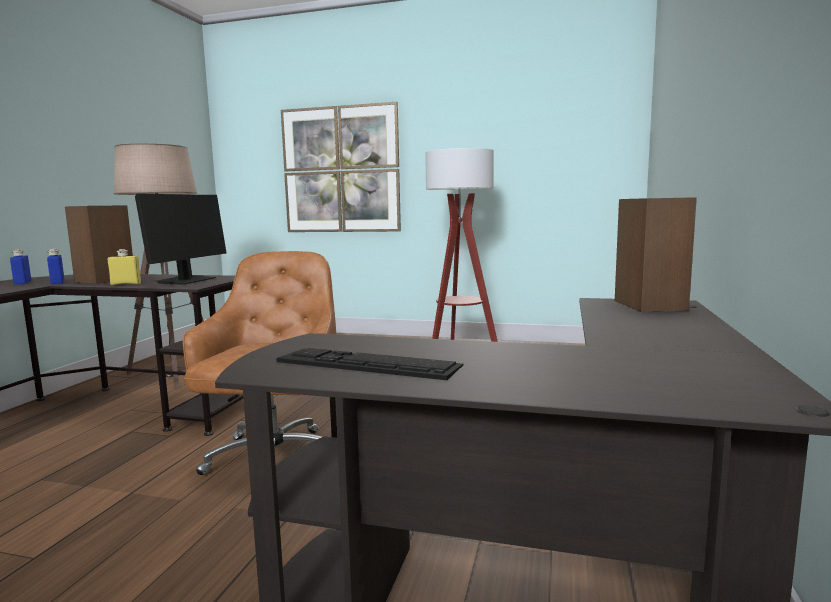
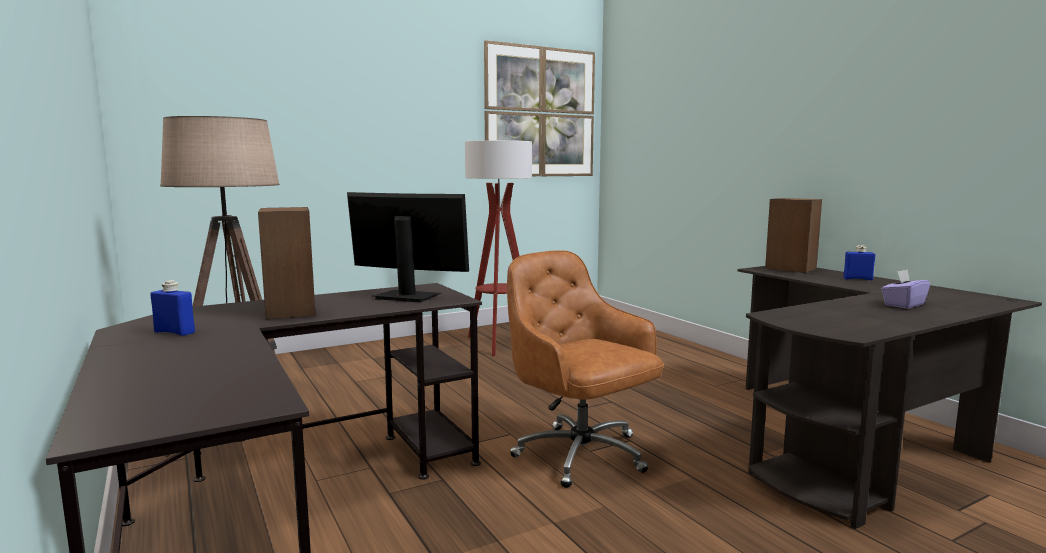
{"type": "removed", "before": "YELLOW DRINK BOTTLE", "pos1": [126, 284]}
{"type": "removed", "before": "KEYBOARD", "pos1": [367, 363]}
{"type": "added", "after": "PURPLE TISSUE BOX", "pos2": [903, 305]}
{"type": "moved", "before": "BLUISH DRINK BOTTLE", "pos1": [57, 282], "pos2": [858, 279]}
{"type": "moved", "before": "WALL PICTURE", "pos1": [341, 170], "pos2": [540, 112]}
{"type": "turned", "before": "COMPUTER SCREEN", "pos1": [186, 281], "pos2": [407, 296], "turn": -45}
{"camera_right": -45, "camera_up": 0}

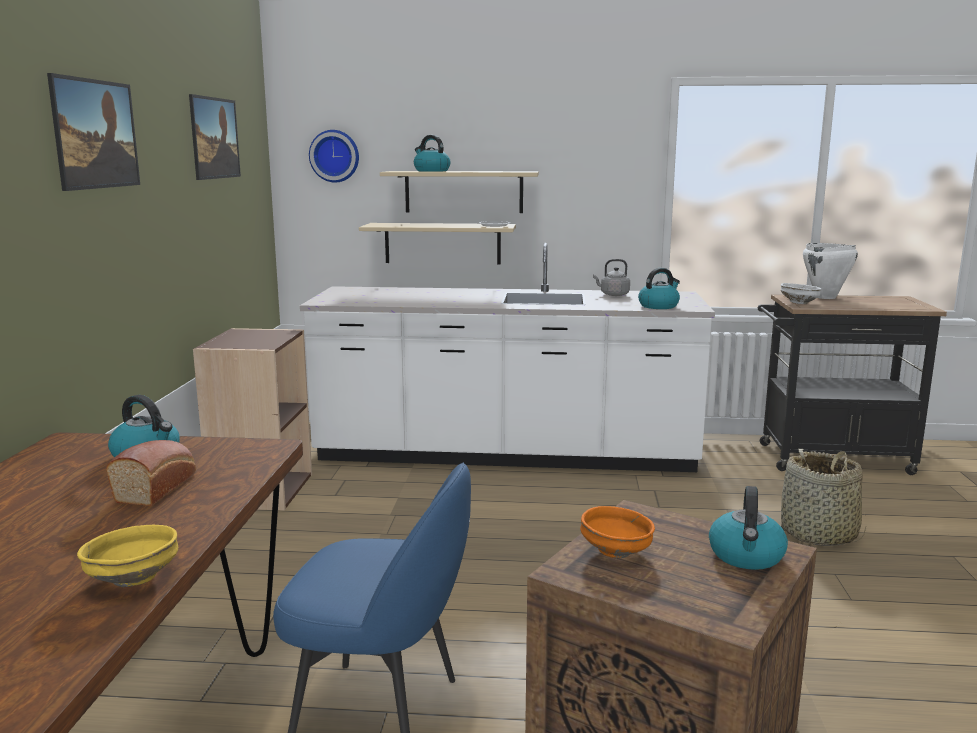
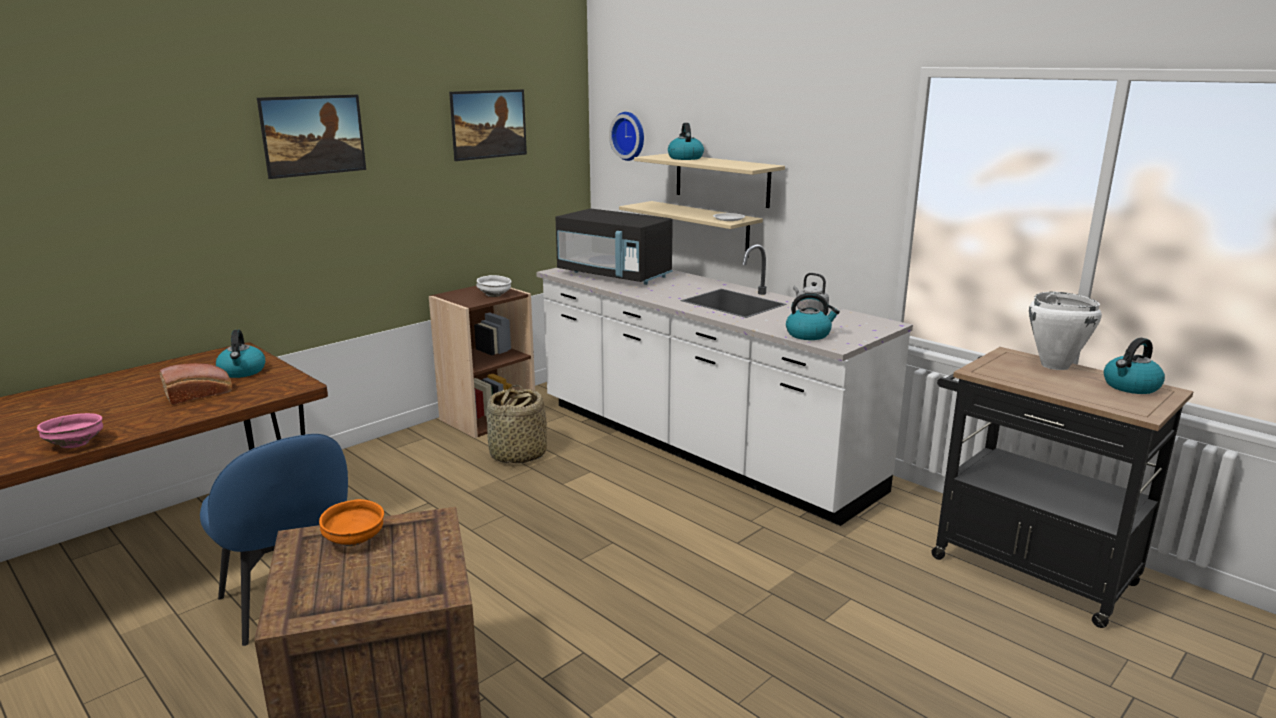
{"type": "added", "after": "BLACK-COLOURED MICROWAVE OVEN", "pos2": [614, 275]}
{"type": "moved", "before": "TEA KETTLE", "pos1": [746, 556], "pos2": [1130, 387]}
{"type": "moved", "before": "WHITE BOWL", "pos1": [800, 303], "pos2": [495, 295]}
{"type": "moved", "before": "STORAGE BASKET", "pos1": [818, 534], "pos2": [517, 454]}
{"type": "recoloured", "before": "YELLOW BOWL", "after": "PINK BOWL", "pos1": [133, 579], "pos2": [76, 444]}
{"camera_right": 40, "camera_up": 5}

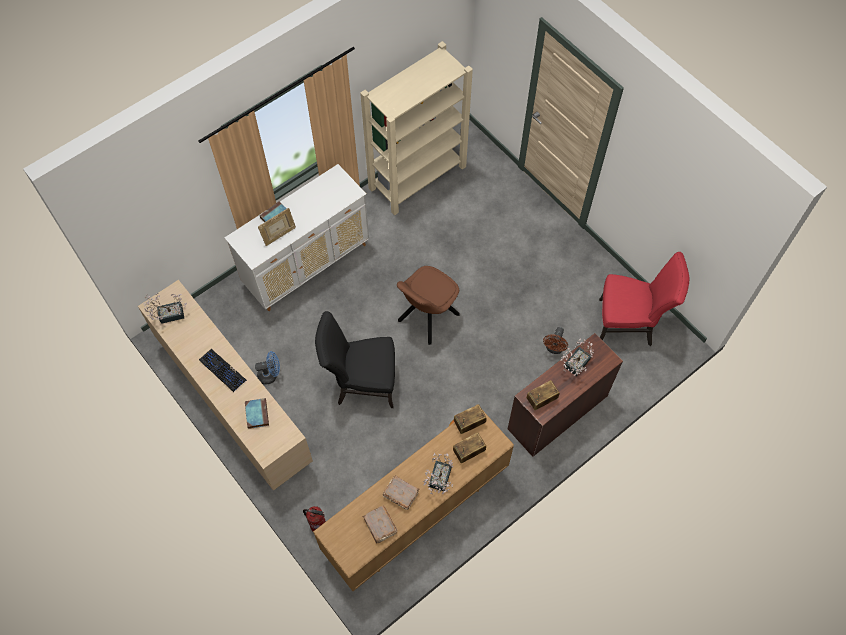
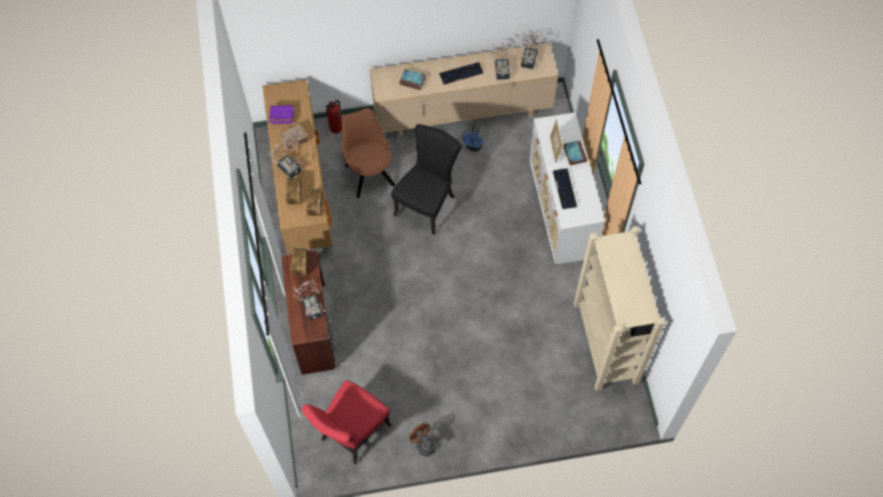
{"type": "added", "after": "POTTED PLANT", "pos2": [502, 69]}
{"type": "added", "after": "KEYBOARD", "pos2": [565, 189]}
{"type": "moved", "before": "BROWNISH PLAIN CHAIR", "pos1": [427, 317], "pos2": [369, 175]}
{"type": "moved", "before": "BROWNISH COOLING FAN", "pos1": [554, 348], "pos2": [423, 444]}
{"type": "recoloured", "before": "BROWNISH VOLUME", "after": "PURPLE VOLUME", "pos1": [380, 526], "pos2": [281, 117]}
{"camera_right": 120, "camera_up": 0}

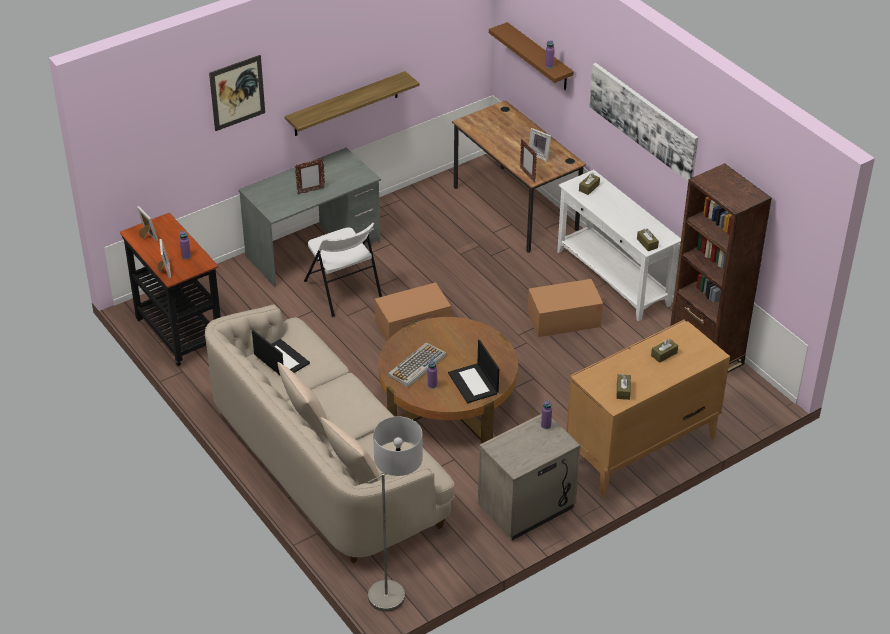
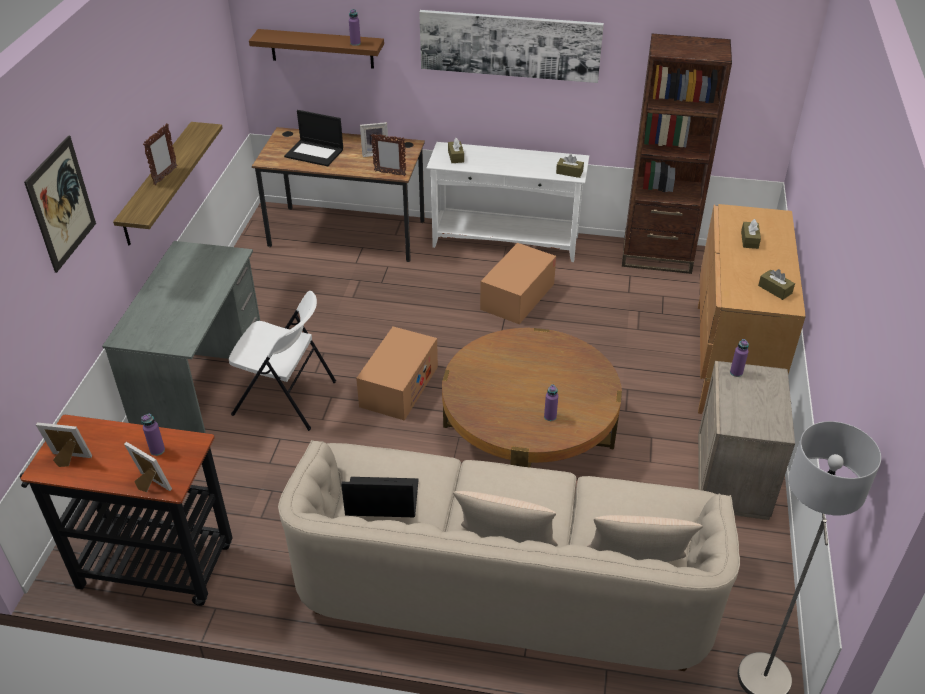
{"type": "removed", "before": "KEYBOARD", "pos1": [417, 366]}
{"type": "moved", "before": "PICTURE FRAME", "pos1": [310, 191], "pos2": [165, 176]}
{"type": "moved", "before": "LAPTOP", "pos1": [474, 383], "pos2": [315, 153]}
{"camera_right": -45, "camera_up": 0}

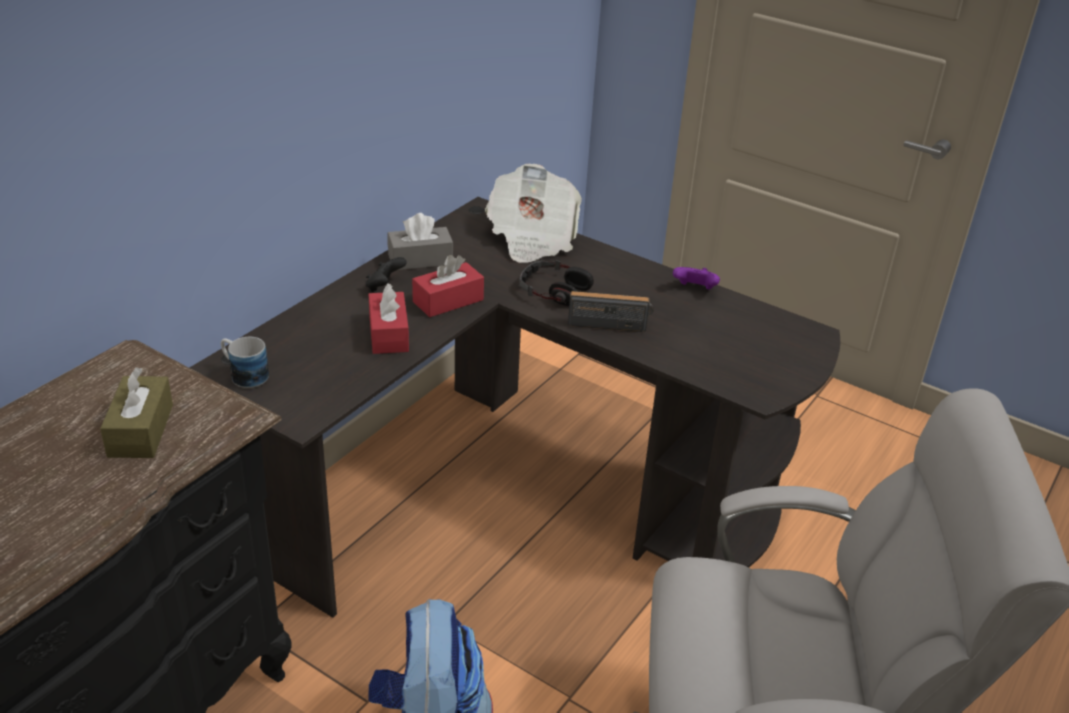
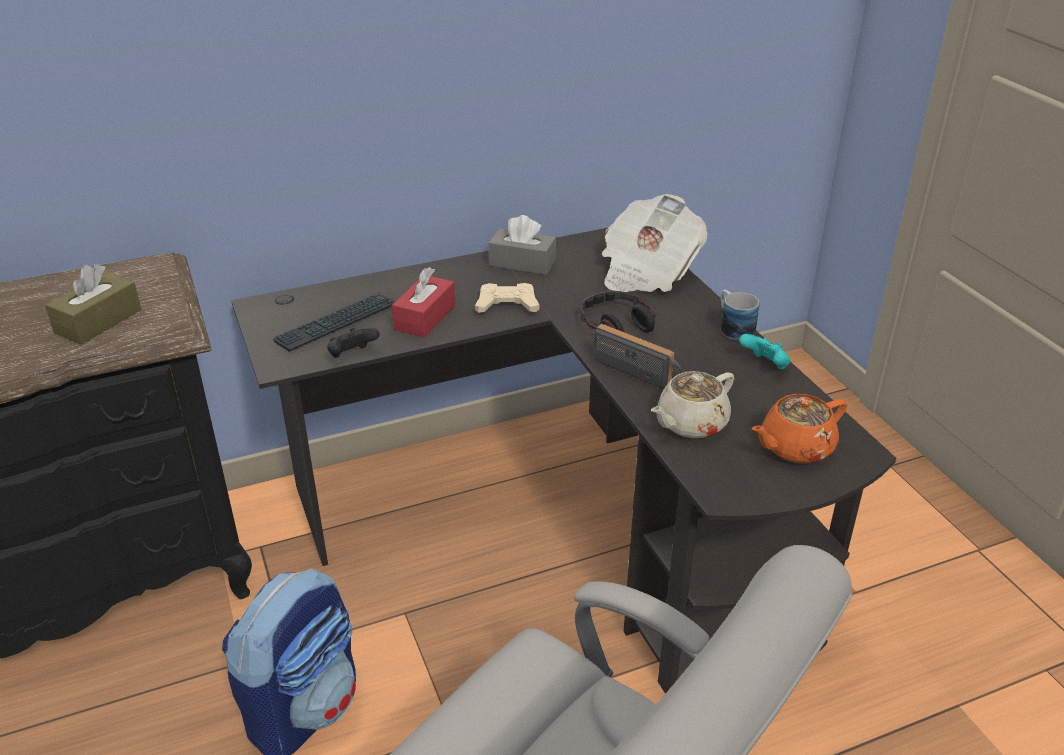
{"type": "added", "after": "KEYBOARD", "pos2": [336, 323]}
{"type": "added", "after": "SAND-COLOURED TEAPOT", "pos2": [690, 423]}
{"type": "added", "after": "ORANGEY TEAPOT", "pos2": [795, 447]}
{"type": "moved", "before": "TEA MUG", "pos1": [244, 374], "pos2": [733, 327]}
{"type": "moved", "before": "BLACK-COLOURED GAMEPAD", "pos1": [384, 287], "pos2": [352, 356]}
{"type": "replaced", "before": "RED TISSUE BOX", "after": "SAND-COLOURED GAMEPAD", "pos1": [448, 301], "pos2": [507, 305]}
{"type": "recoloured", "before": "PURPLE GAMEPAD", "after": "TURQUOISE-COLOURED GAMEPAD", "pos1": [694, 290], "pos2": [765, 365]}
{"camera_right": 35, "camera_up": 0}

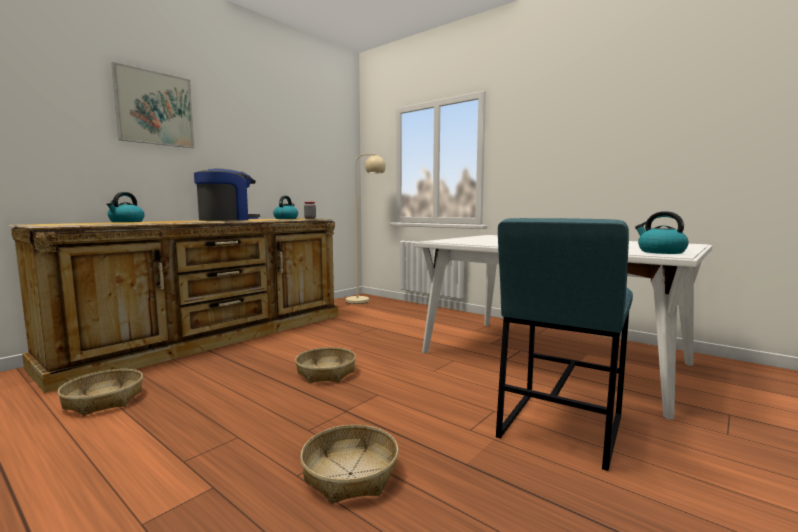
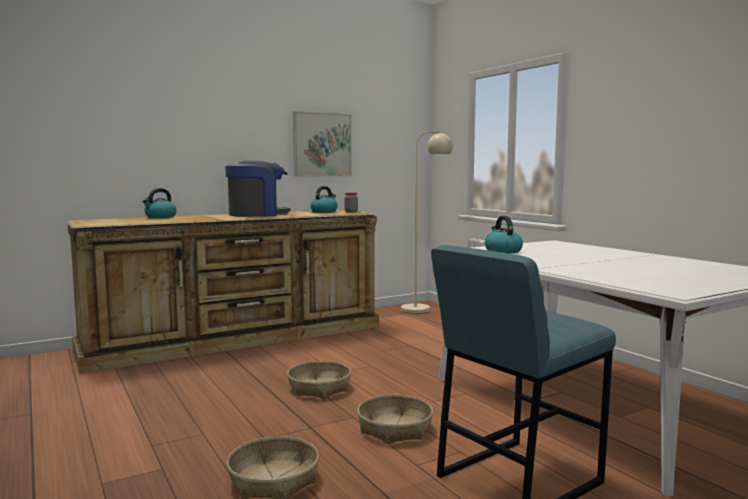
{"type": "moved", "before": "STORAGE BASKET", "pos1": [104, 400], "pos2": [395, 428]}
{"type": "moved", "before": "WALL PICTURE", "pos1": [155, 108], "pos2": [322, 144]}
{"type": "moved", "before": "TEA KETTLE", "pos1": [660, 252], "pos2": [502, 251]}
{"camera_right": 20, "camera_up": 0}

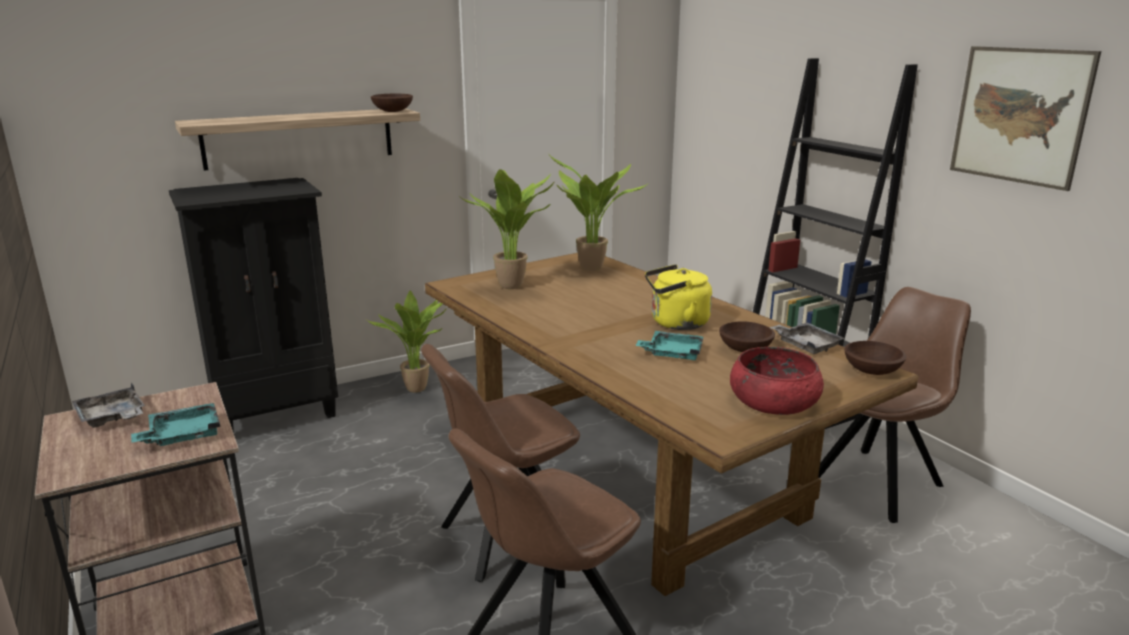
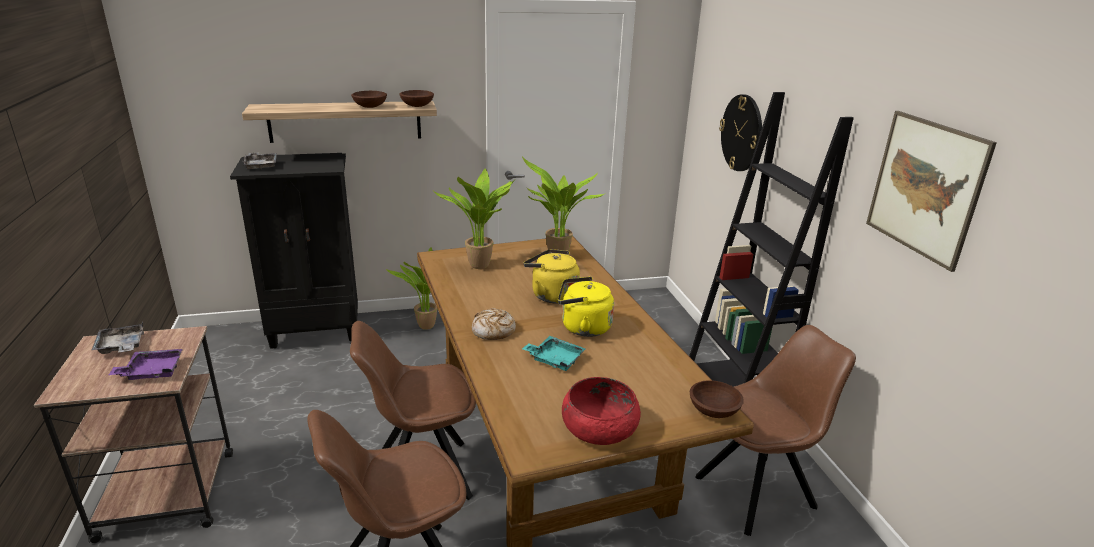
{"type": "added", "after": "BAKED BREAD", "pos2": [493, 330]}
{"type": "added", "after": "YELLOW TEA KETTLE", "pos2": [551, 295]}
{"type": "added", "after": "CLOCK ON THE WALL", "pos2": [742, 133]}
{"type": "moved", "before": "BROWNISH BOWL", "pos1": [746, 349], "pos2": [370, 106]}
{"type": "moved", "before": "GRAY SERVING TRAY", "pos1": [806, 345], "pos2": [261, 166]}
{"type": "recoloured", "before": "TURQUOISE-COLOURED SERVING TRAY", "after": "PURPLE SERVING TRAY", "pos1": [182, 435], "pos2": [152, 372]}
{"camera_right": 15, "camera_up": 5}

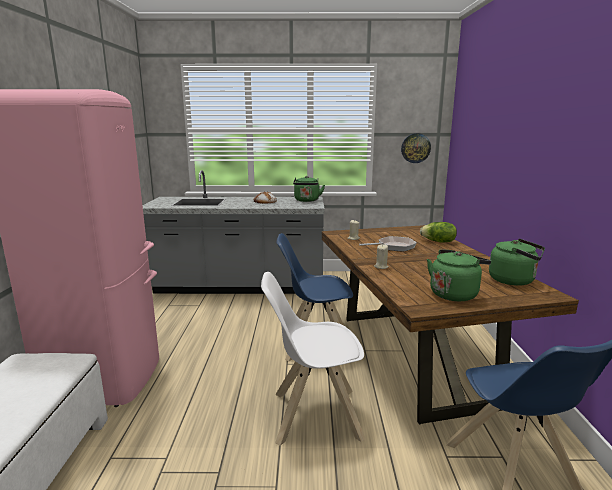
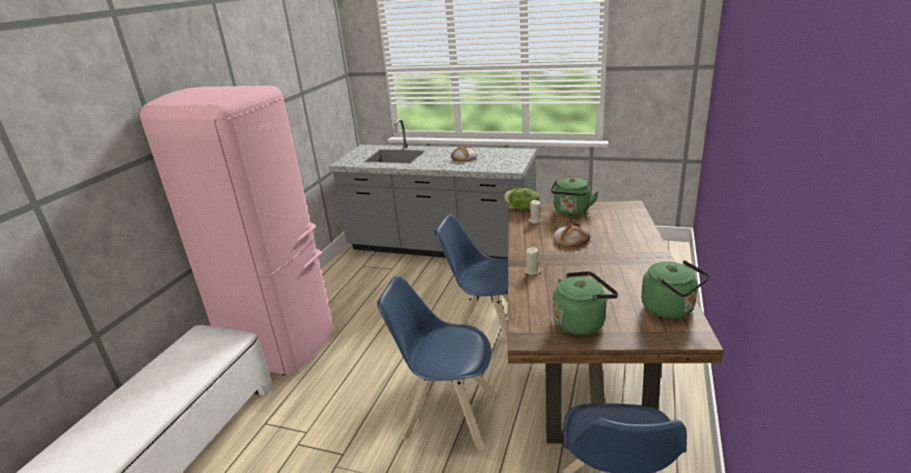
{"type": "removed", "before": "CLOCK ON THE WALL", "pos1": [415, 148]}
{"type": "moved", "before": "GREEN-COLOURED TEA KETTLE", "pos1": [307, 200], "pos2": [571, 211]}
{"type": "moved", "before": "HEAD OF LETTUCE", "pos1": [438, 242], "pos2": [522, 209]}
{"type": "replaced", "before": "SKILLET", "after": "BAKED BREAD", "pos1": [393, 247], "pos2": [571, 238]}
{"type": "recoloured", "before": "WHITE PLAIN CHAIR", "after": "BLUISH PLAIN CHAIR", "pos1": [313, 415], "pos2": [447, 414]}
{"camera_right": 20, "camera_up": 10}

